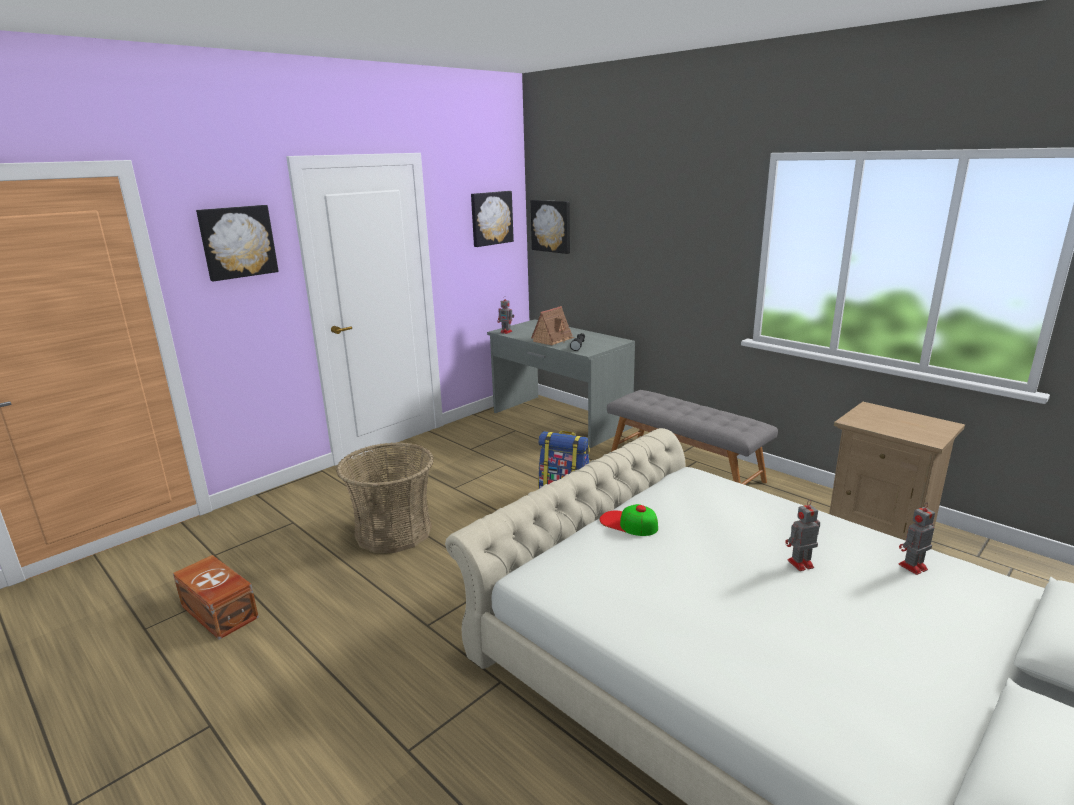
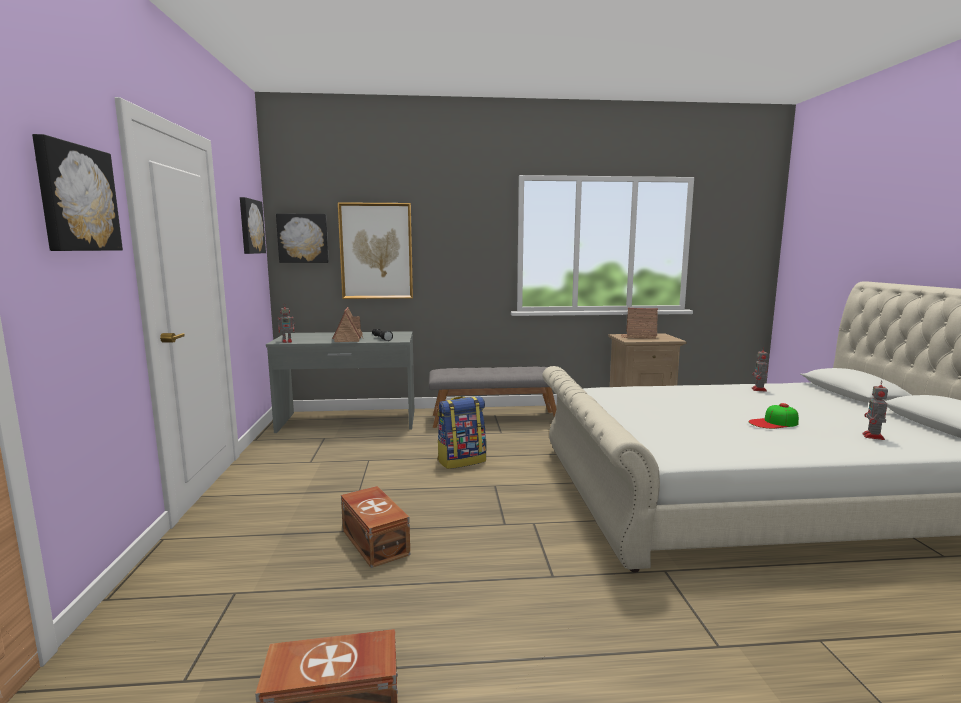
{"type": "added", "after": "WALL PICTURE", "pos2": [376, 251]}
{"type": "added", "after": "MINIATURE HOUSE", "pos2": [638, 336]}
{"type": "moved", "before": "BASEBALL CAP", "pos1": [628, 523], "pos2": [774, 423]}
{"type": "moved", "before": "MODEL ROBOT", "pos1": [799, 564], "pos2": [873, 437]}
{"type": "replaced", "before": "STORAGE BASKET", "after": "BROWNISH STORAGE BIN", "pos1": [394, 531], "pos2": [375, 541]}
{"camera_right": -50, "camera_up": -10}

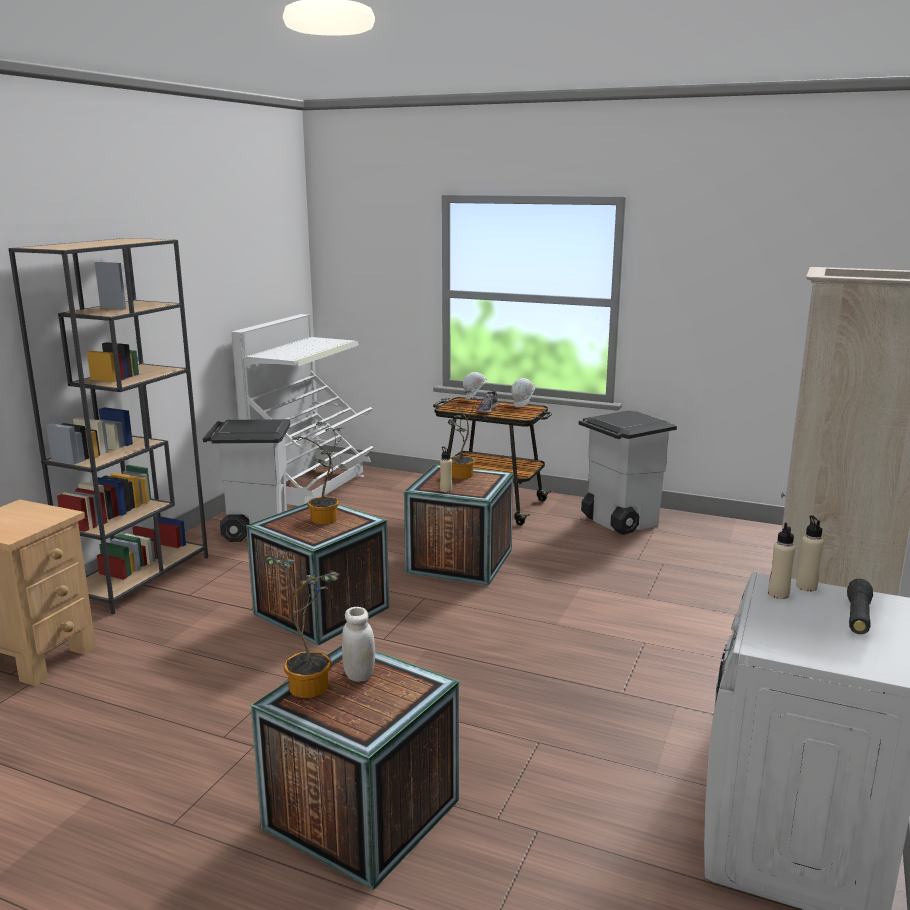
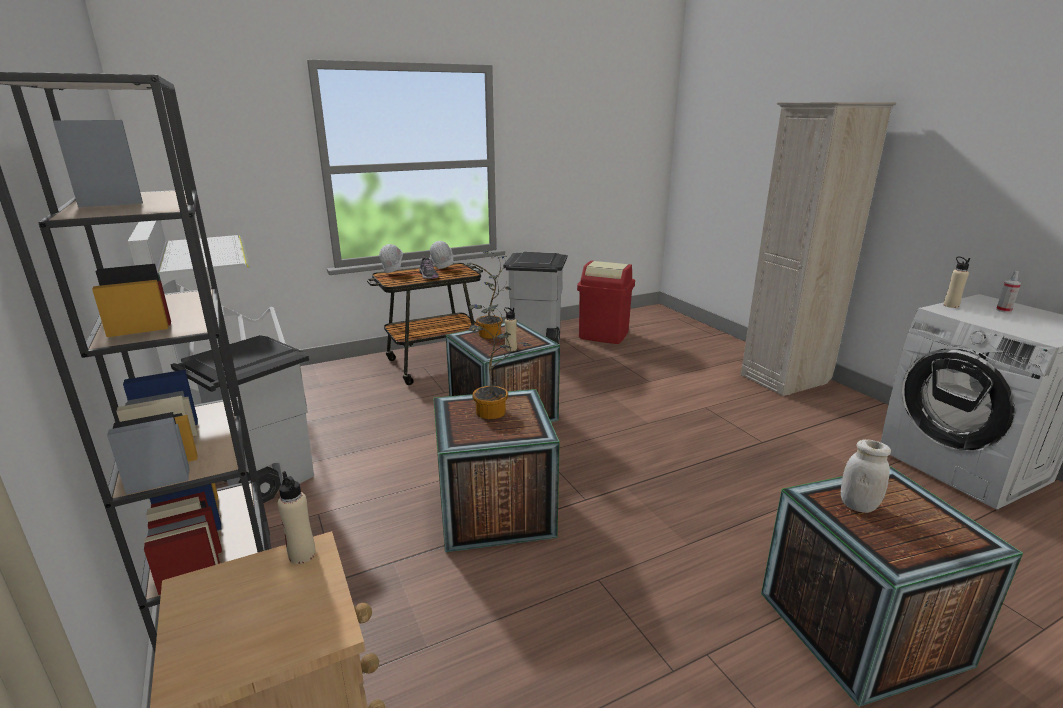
{"type": "removed", "before": "POTTED PLANT", "pos1": [310, 684]}
{"type": "added", "after": "RED TRASH CAN", "pos2": [604, 335]}
{"type": "moved", "before": "SAND-COLOURED DRINK BOTTLE", "pos1": [778, 594], "pos2": [302, 555]}
{"type": "replaced", "before": "BLACK-COLOURED FLASHLIGHT", "after": "SPRAY BOTTLE", "pos1": [858, 617], "pos2": [1003, 310]}
{"camera_right": -50, "camera_up": 5}

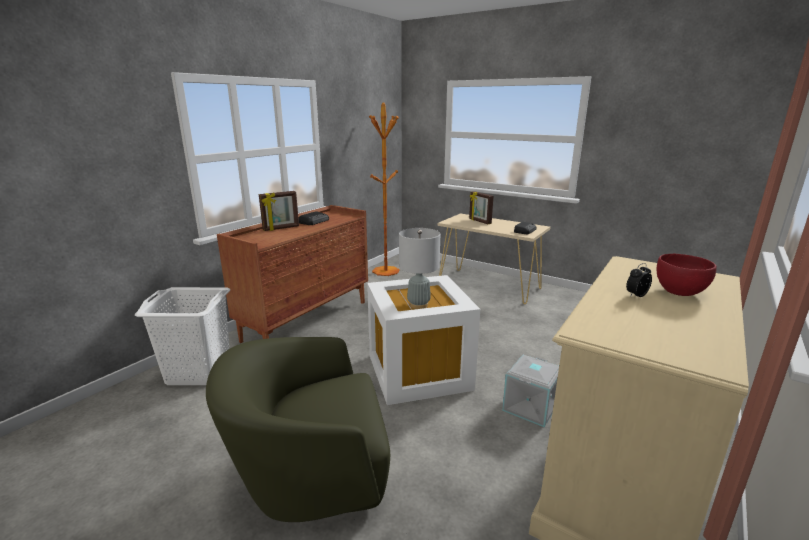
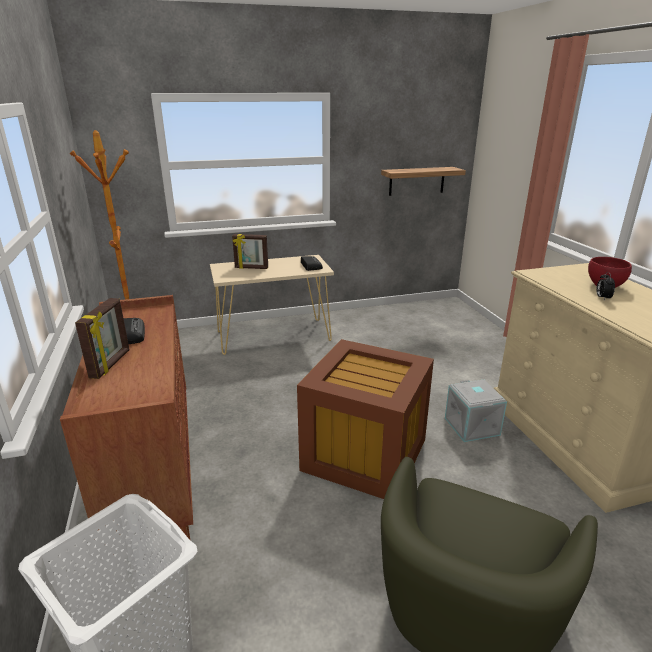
{"type": "removed", "before": "GRAY TABLE LAMP", "pos1": [418, 304]}
{"type": "added", "after": "SHELF", "pos2": [416, 181]}
{"type": "recoloured", "before": "WHITE STORAGE BIN", "after": "BROWNISH STORAGE BIN", "pos1": [419, 371], "pos2": [364, 453]}
{"camera_right": -50, "camera_up": 5}

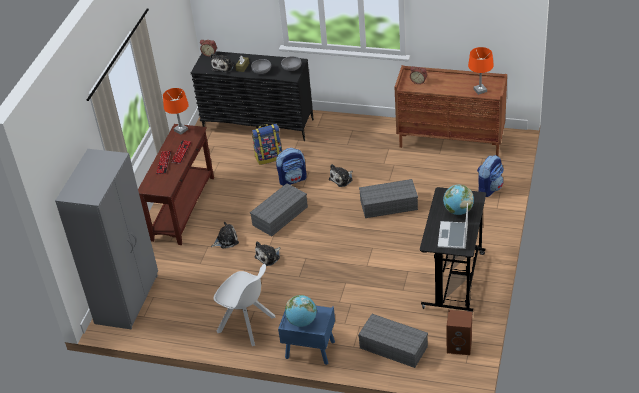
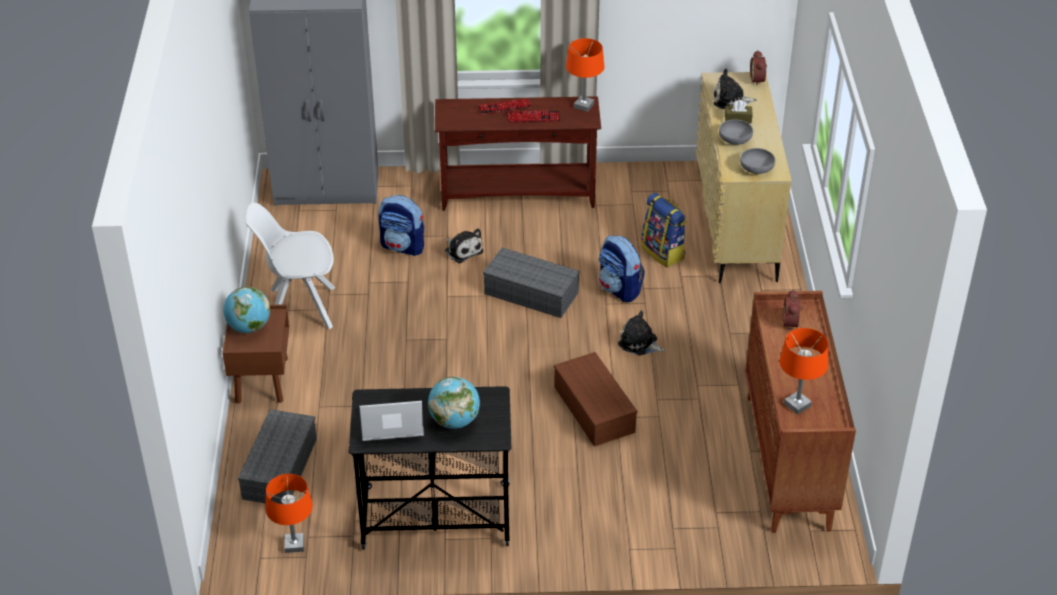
{"type": "removed", "before": "PLUSH TOY", "pos1": [268, 257]}
{"type": "moved", "before": "KNAPSACK", "pos1": [489, 188], "pos2": [403, 246]}
{"type": "replaced", "before": "BROWNISH SPEAKER", "after": "ORANGEY TABLE LAMP", "pos1": [460, 345], "pos2": [294, 545]}
{"type": "recoloured", "before": "BLACK-COLOURED DRAWER CHEST", "after": "SAND-COLOURED DRAWER CHEST", "pos1": [258, 126], "pos2": [735, 224]}
{"type": "recoloured", "before": "BLUISH BEDSIDE TABLE", "after": "BROWNISH BEDSIDE TABLE", "pos1": [309, 350], "pos2": [261, 380]}
{"type": "recoloured", "before": "GRAY STORAGE BIN", "after": "BROWNISH STORAGE BIN", "pos1": [389, 204], "pos2": [595, 410]}
{"type": "turned", "before": "WHITE PLAIN CHAIR", "pos1": [247, 325], "pos2": [299, 308], "turn": 75}
{"camera_right": 70, "camera_up": 0}

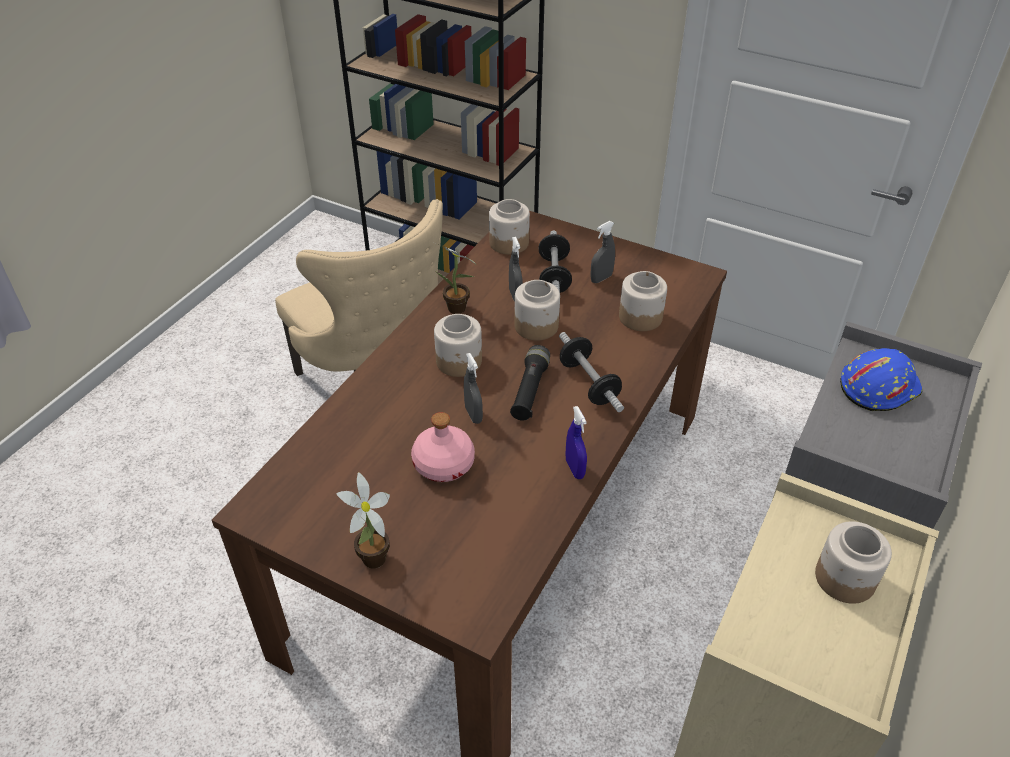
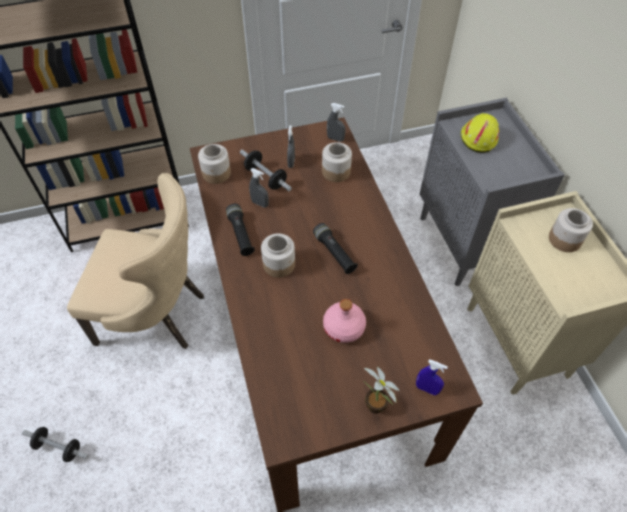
{"type": "removed", "before": "STORAGE JAR", "pos1": [536, 326]}
{"type": "moved", "before": "GRAY SPRAY BOTTLE", "pos1": [473, 414], "pos2": [335, 139]}
{"type": "moved", "before": "FREE WEIGHT", "pos1": [589, 383], "pos2": [59, 448]}
{"type": "moved", "before": "BLUISH SPRAY BOTTLE", "pos1": [575, 469], "pos2": [427, 389]}
{"type": "replaced", "before": "POTTED PLANT", "after": "BLACK-COLOURED FLASHLIGHT", "pos1": [458, 310], "pos2": [240, 234]}
{"type": "recoloured", "before": "BLUISH WORK HELMET", "after": "YELLOW WORK HELMET", "pos1": [877, 387], "pos2": [478, 137]}
{"camera_right": -45, "camera_up": 10}

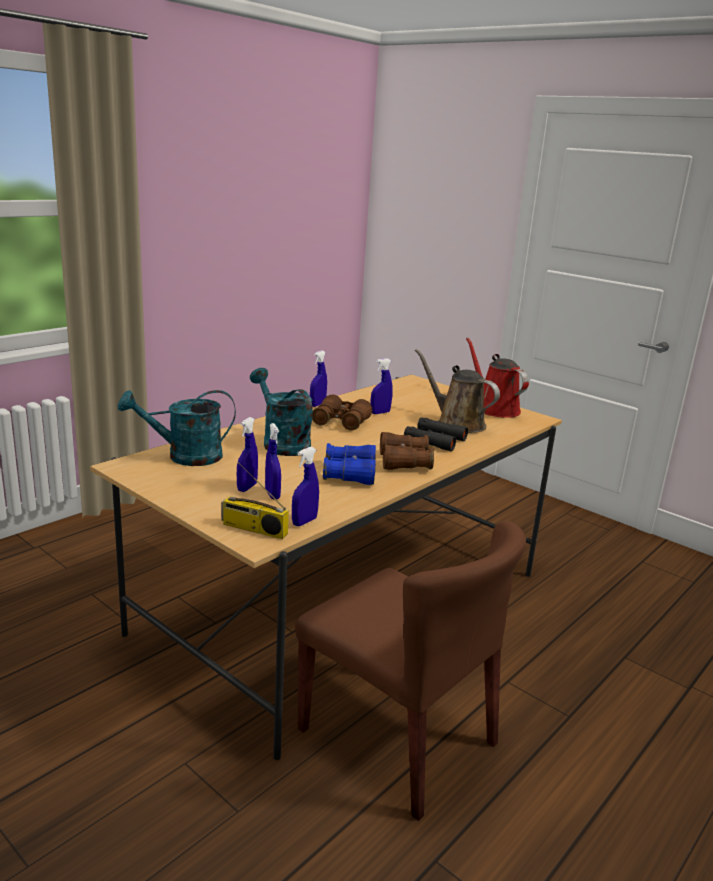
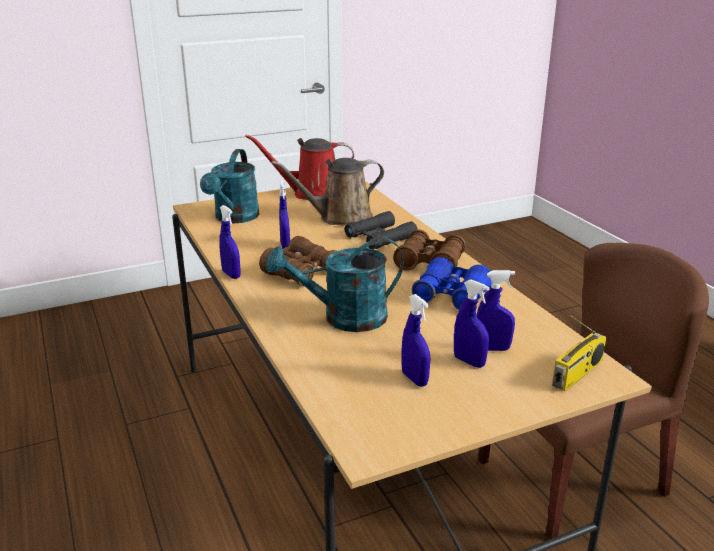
{"type": "moved", "before": "TURQUOISE-COLOURED SPRINKLING CAN", "pos1": [185, 456], "pos2": [234, 218]}
{"type": "moved", "before": "BLUISH SPRAY BOTTLE", "pos1": [304, 522], "pos2": [414, 379]}
{"camera_right": -65, "camera_up": 5}

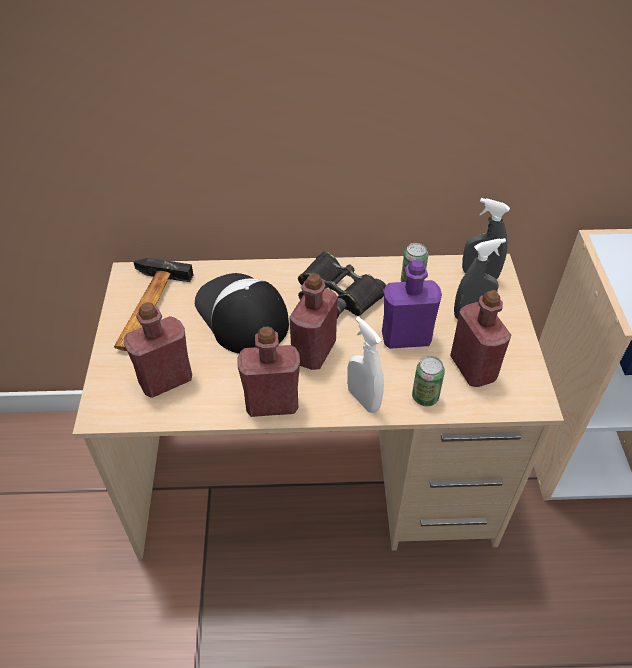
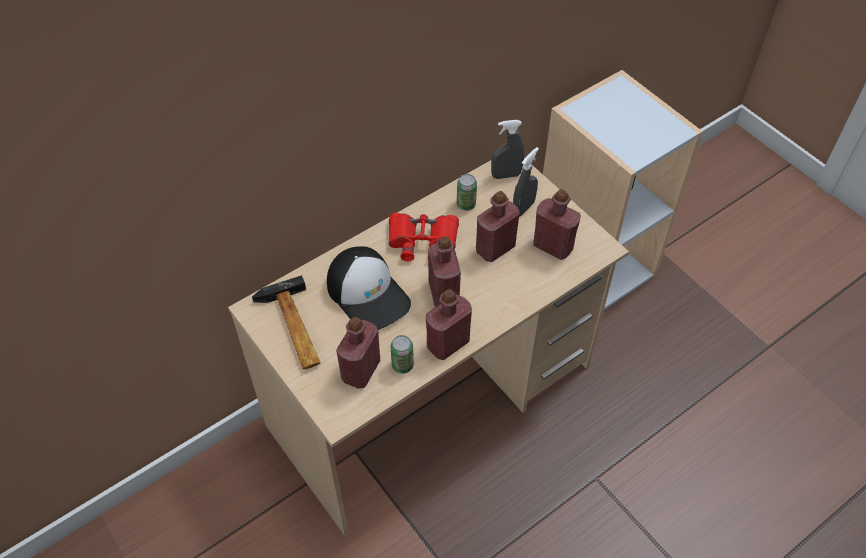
{"type": "removed", "before": "WHITE SPRAY BOTTLE", "pos1": [363, 399]}
{"type": "moved", "before": "METAL CAN", "pos1": [425, 397], "pos2": [402, 365]}
{"type": "recoloured", "before": "BLACK-COLOURED FIELD GLASSES", "after": "RED FIELD GLASSES", "pos1": [338, 293], "pos2": [422, 240]}
{"type": "recoloured", "before": "PURPLE DRINK BOTTLE", "after": "RED DRINK BOTTLE", "pos1": [406, 338], "pos2": [495, 248]}
{"type": "turned", "before": "BASEBALL CAP", "pos1": [241, 314], "pos2": [368, 293], "turn": -150}
{"camera_right": -35, "camera_up": 5}

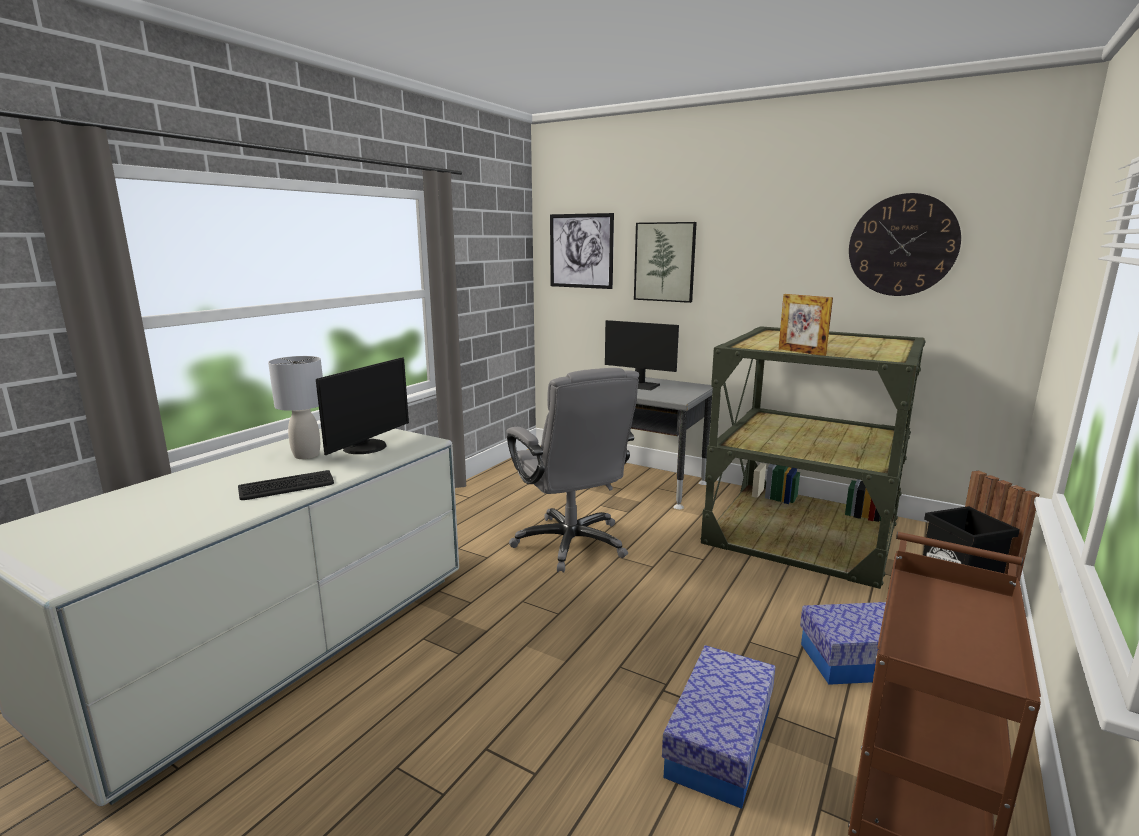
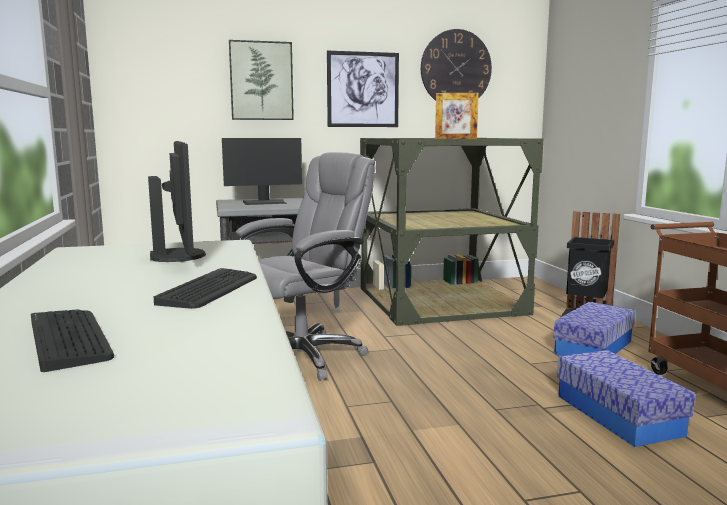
{"type": "removed", "before": "GRAY TABLE LAMP", "pos1": [306, 455]}
{"type": "added", "after": "KEYBOARD", "pos2": [69, 339]}
{"type": "moved", "before": "WALL PICTURE", "pos1": [581, 251], "pos2": [363, 89]}
{"type": "turned", "before": "GRAY DESK CHAIR", "pos1": [571, 542], "pos2": [302, 356], "turn": -60}
{"camera_right": -45, "camera_up": -5}

